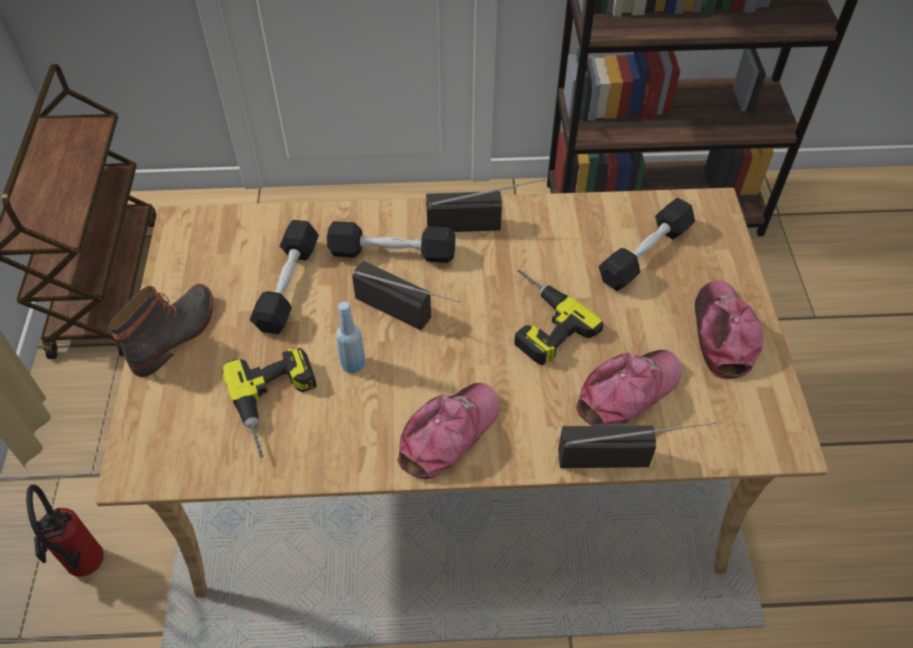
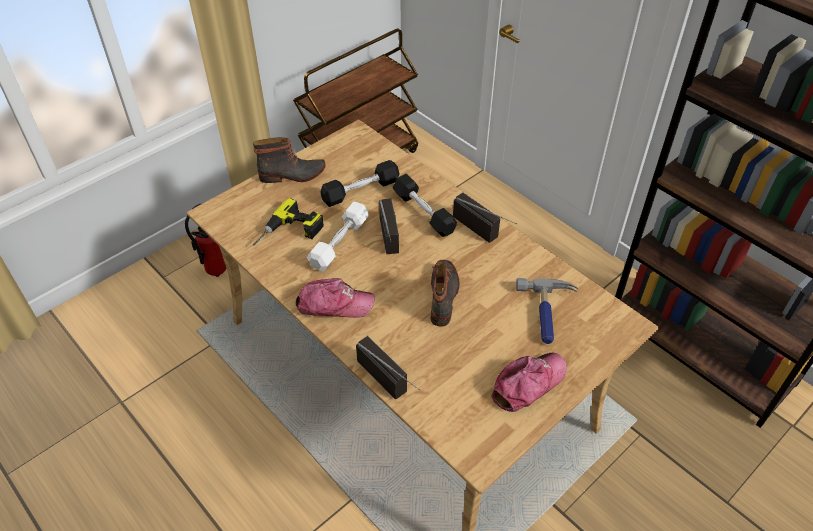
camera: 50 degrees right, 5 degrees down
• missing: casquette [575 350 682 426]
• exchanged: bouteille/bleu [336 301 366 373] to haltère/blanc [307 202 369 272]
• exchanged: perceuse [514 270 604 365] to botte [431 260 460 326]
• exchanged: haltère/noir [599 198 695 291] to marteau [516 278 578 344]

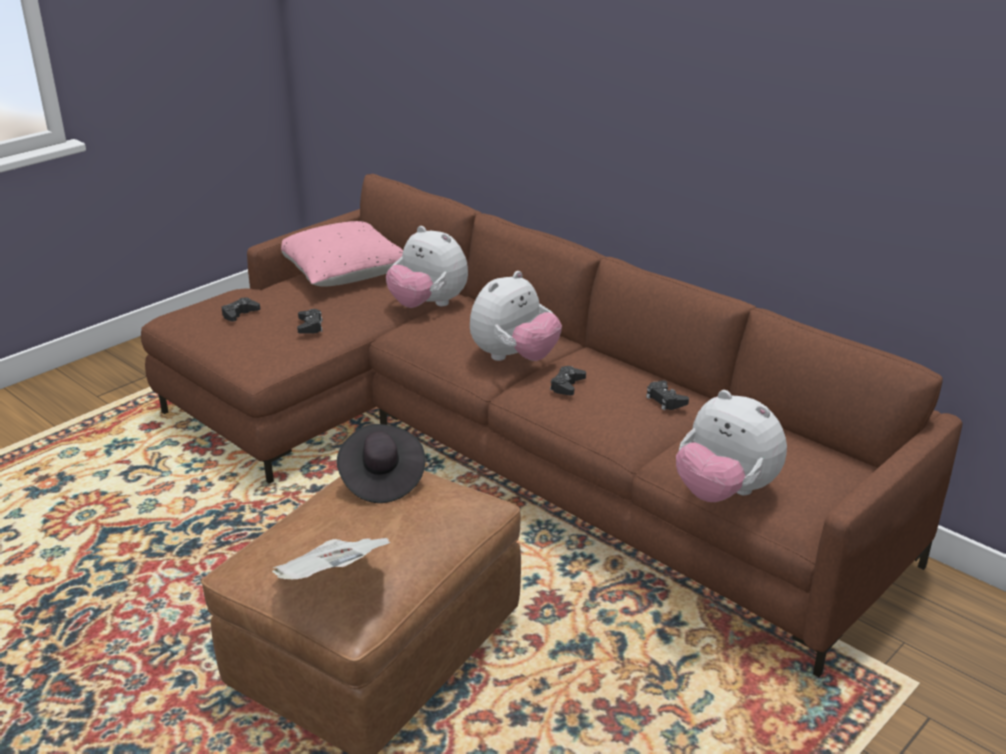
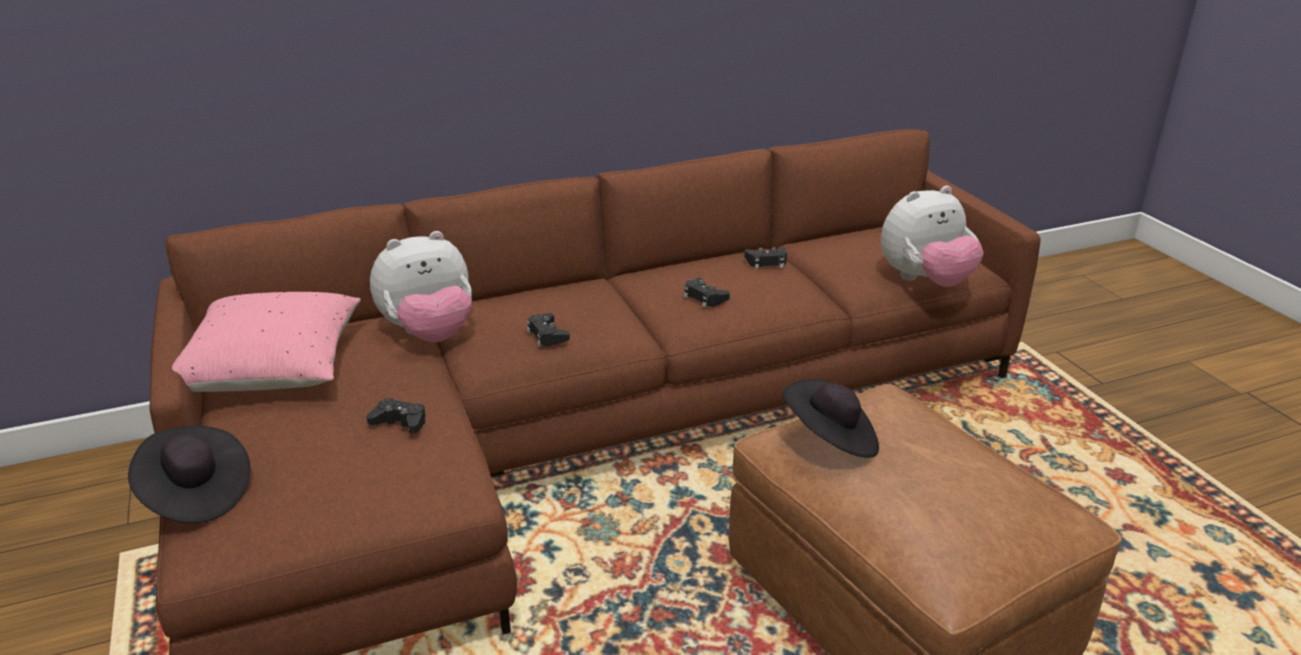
camera: 65 degrees left, 0 degrees up
• missing: journal [273 538 390 579]
• missing: peluche [470 271 562 361]
• appeared: chapeau/noir [128 426 251 523]
• relocated: manette/noir [221 297 260 322] to [527 313 570 346]

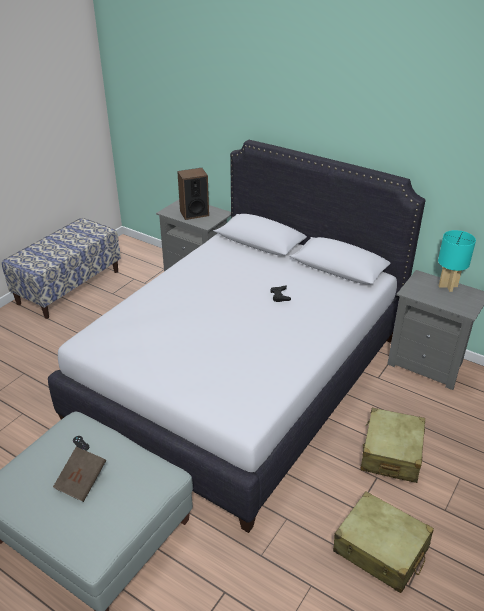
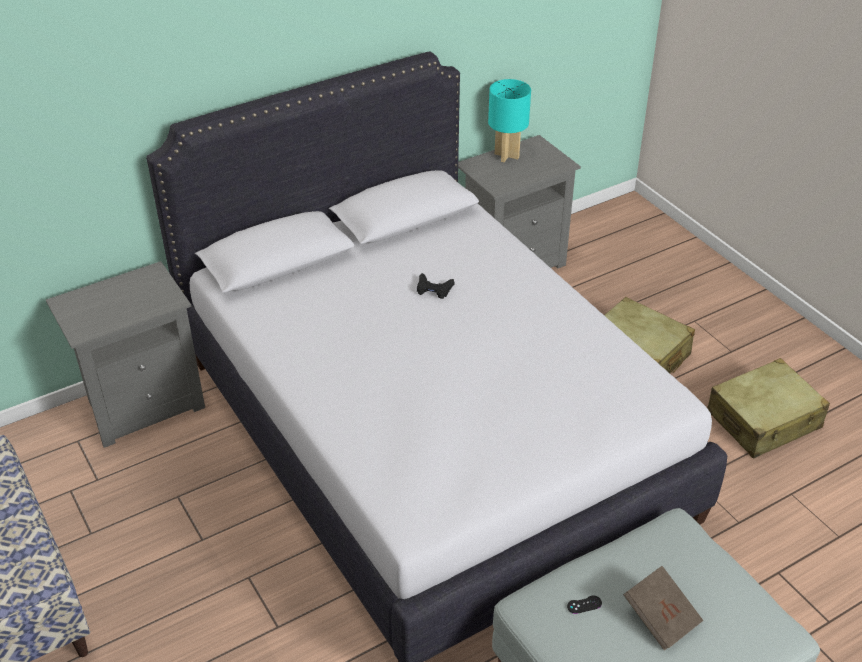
camera: 65 degrees left, 5 degrees up
• missing: enceinte [177 168 209 220]

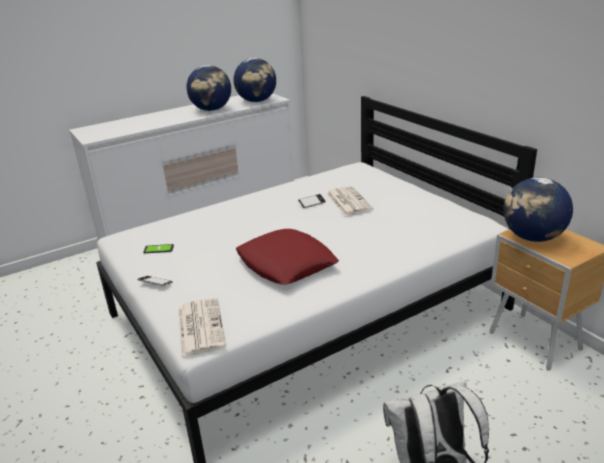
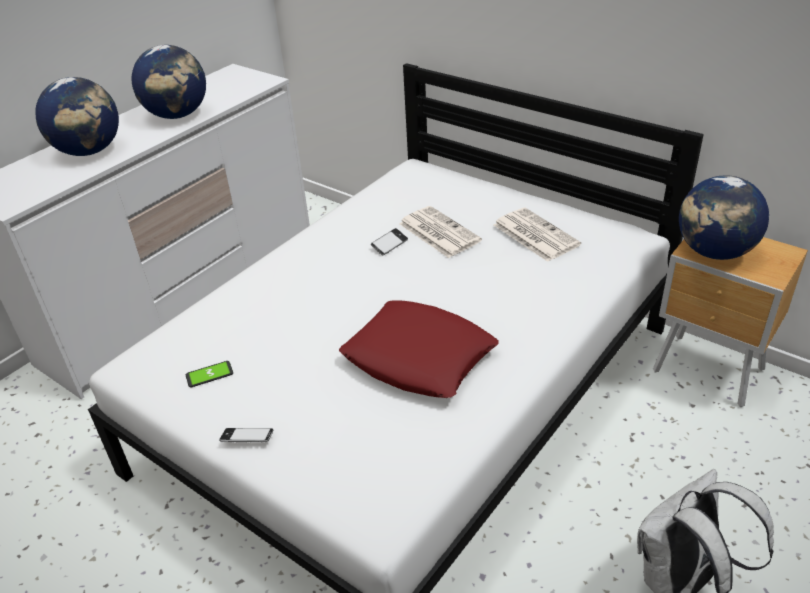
camera: 20 degrees left, 10 degrees up
• relocated: journal [178 298 226 356] to [494 208 581 262]
• relocated: globe [234 58 276 102] to [35 77 119 156]

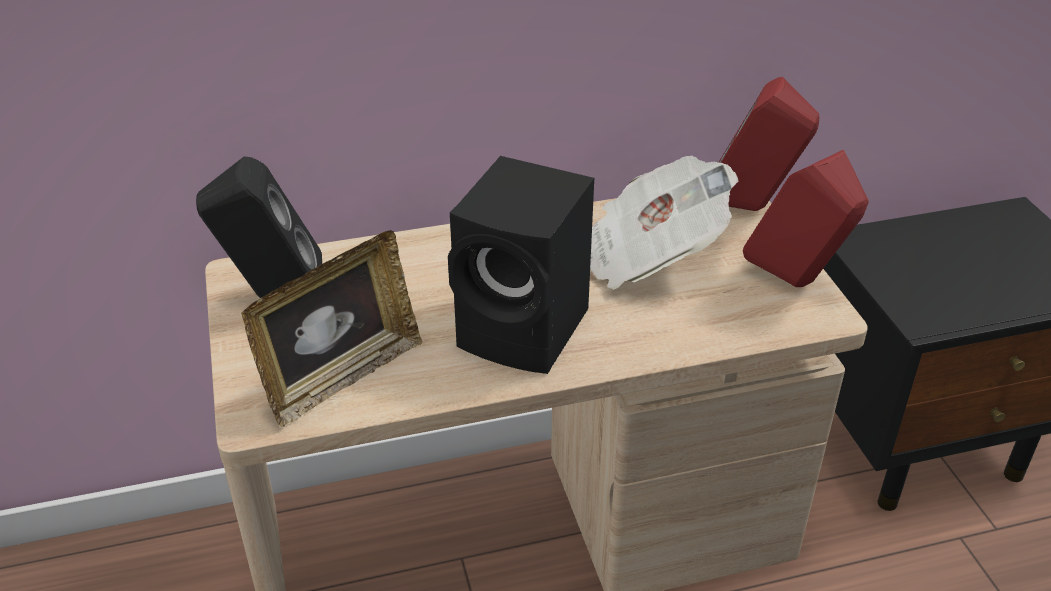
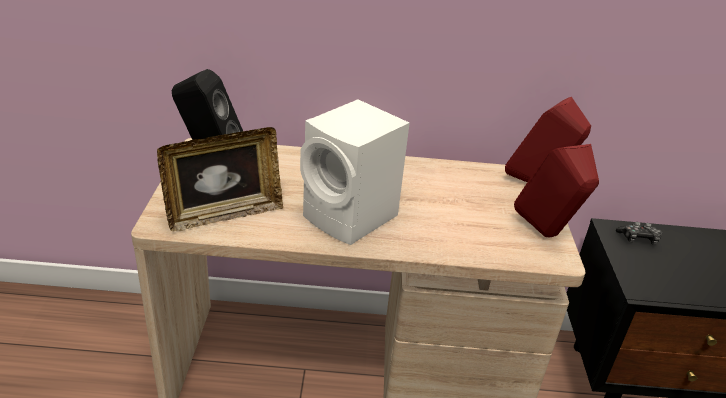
camera: 15 degrees right, 5 degrees down
• missing: journal [590 155 739 290]
• appeared: manette [616 222 662 245]
• colour: enceinte/noir [448 156 594 374] to enceinte/blanc [300 99 410 245]

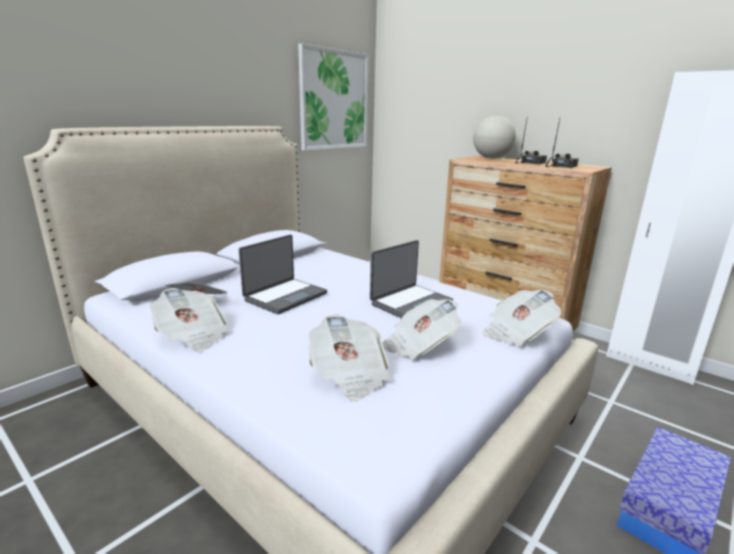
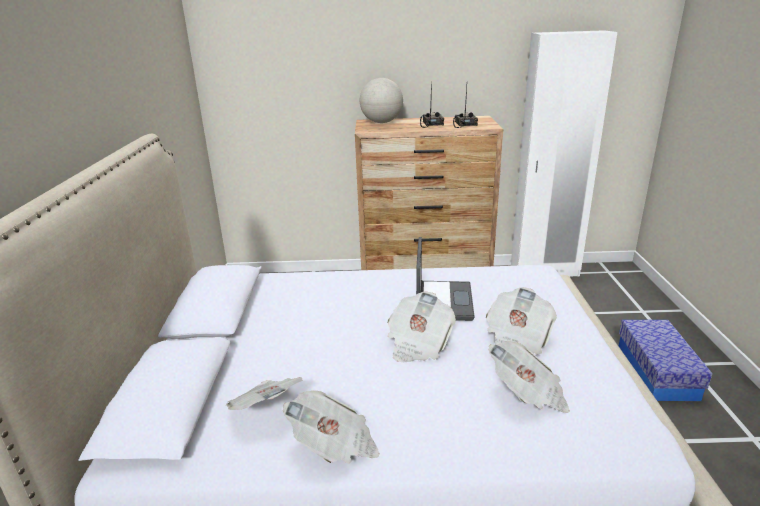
camera: 40 degrees left, 5 degrees up
• missing: ordinateur portable [239 235 327 314]
• missing: tableau [298 43 369 151]
• relocated: journal [482 290 561 346] to [387 291 456 362]

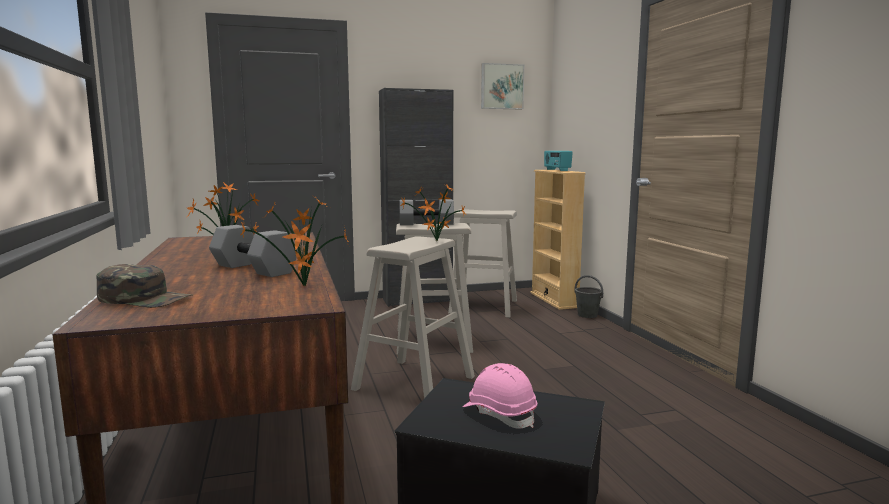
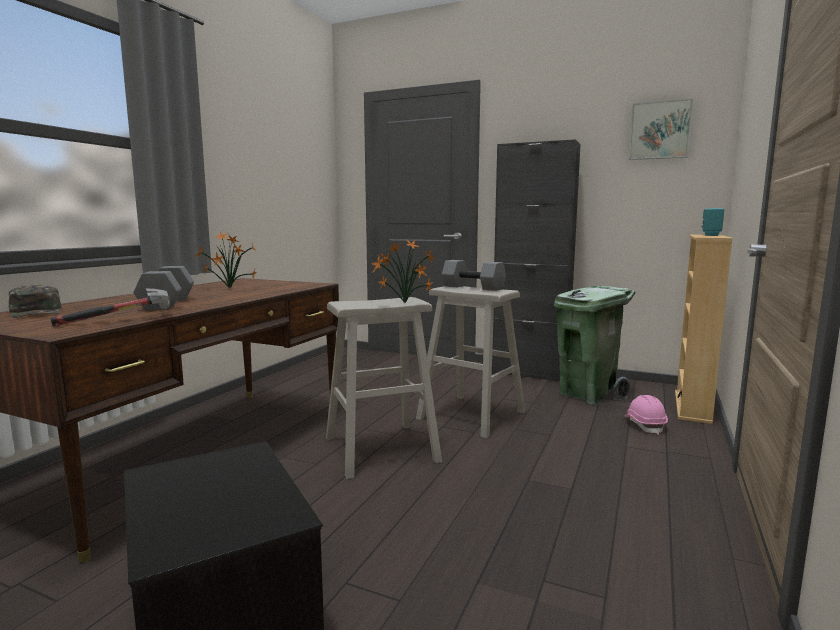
camera: 40 degrees right, 0 degrees up
• missing: seau/gris [574 275 603 318]
• relocated: casque de chantier/rose [462 363 537 428] to [625 395 668 435]
• exchanged: plante en pot [240 196 349 287] to marteau [50 288 170 326]
• exchanged: tabouret/beige [448 209 517 318] to poubelle/vert [554 286 635 405]

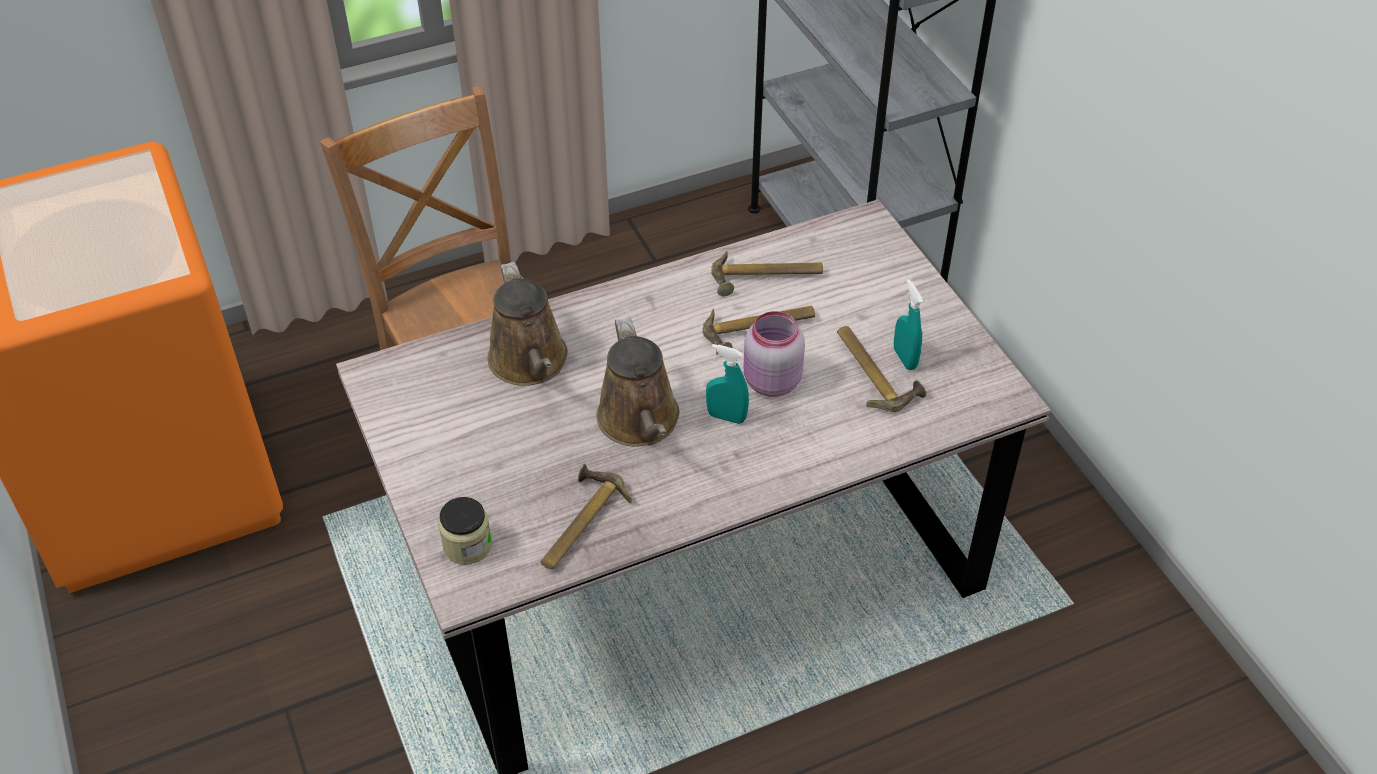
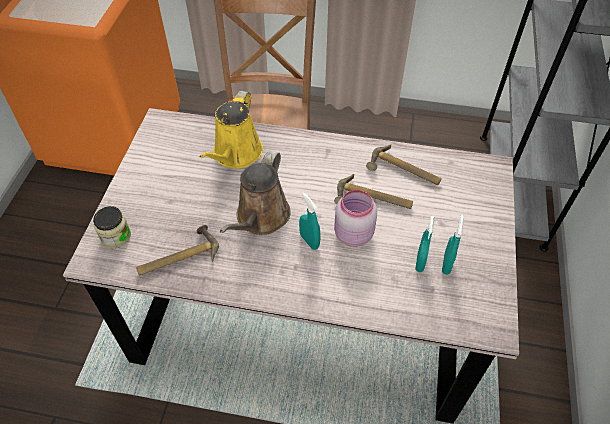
camera: 35 degrees right, 5 degrees up
• exchanged: marteau [837 326 926 412] to vaporisateur/turquoise [415 216 435 272]
• colour: arrosoir/marron [488 262 568 386] to arrosoir/jaune [199 91 263 169]

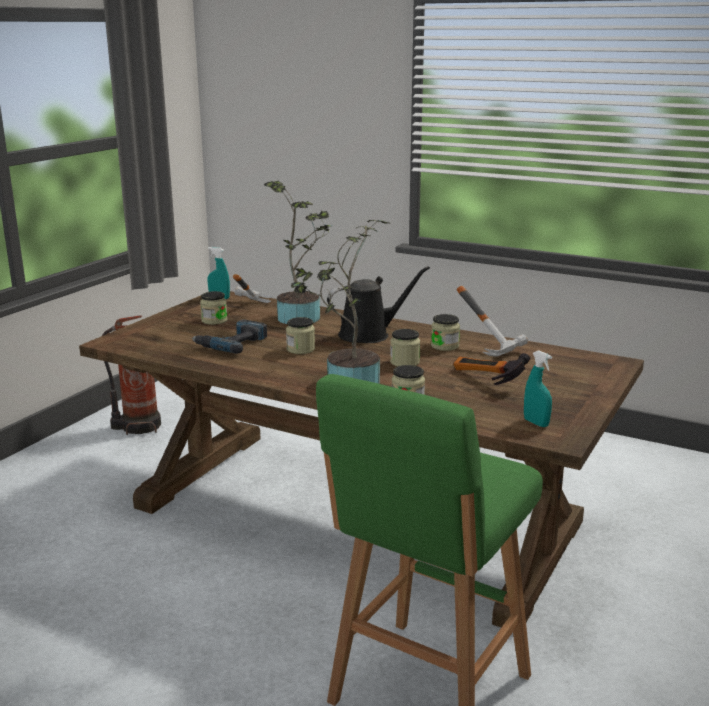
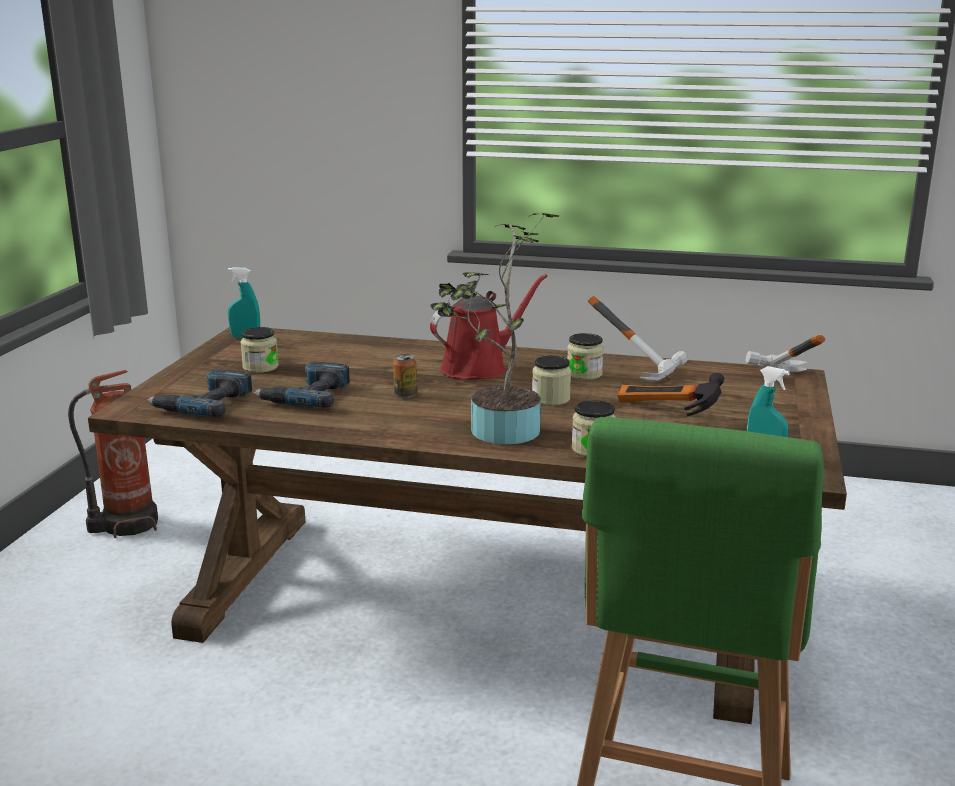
camera: 15 degrees left, 0 degrees up
• missing: plante en pot [264 181 331 324]
• appeared: perceuse [147 369 252 417]
• relocated: marteau [233 274 273 303] to [746 335 826 372]
• exchanged: bocal [286 317 315 354] to boîte métallique [393 354 417 398]
• colour: arrosoir/noir [327 266 430 343] to arrosoir/rouge [430 274 548 380]

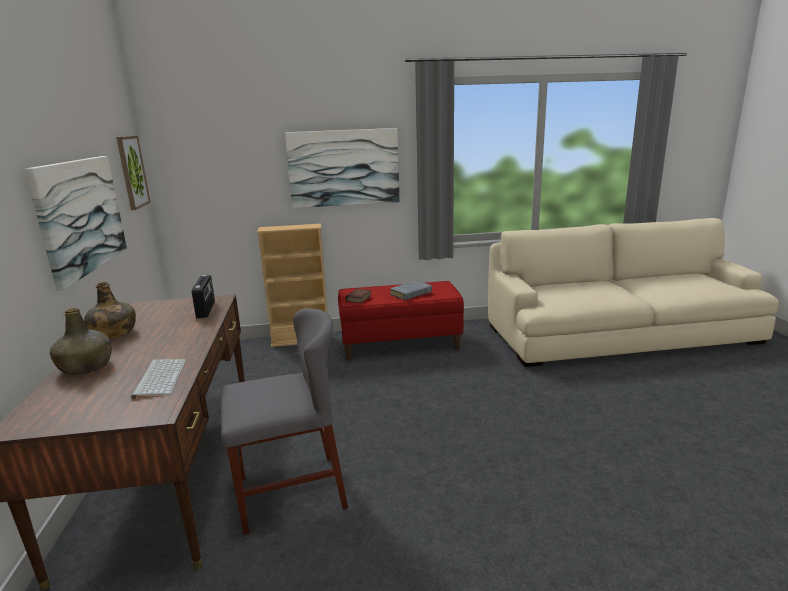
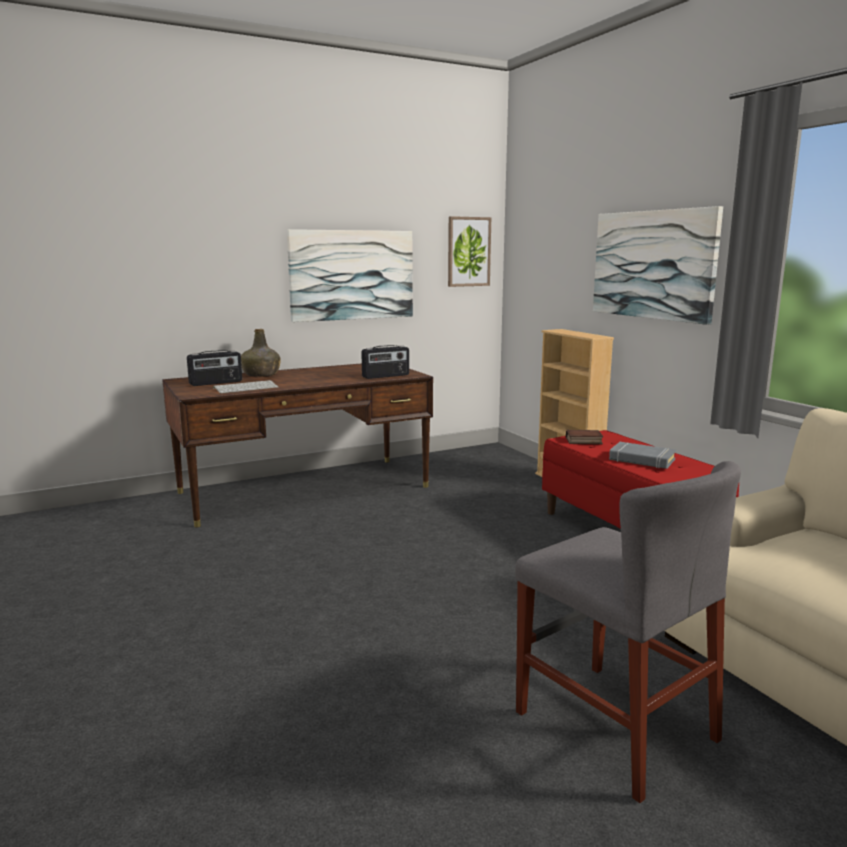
camera: 70 degrees right, 5 degrees down
• missing: bouteille/vert [84 282 136 339]
• appeared: radio [187 350 242 386]
• relocated: chaise/gris [221 308 348 534] to [515 461 741 803]

